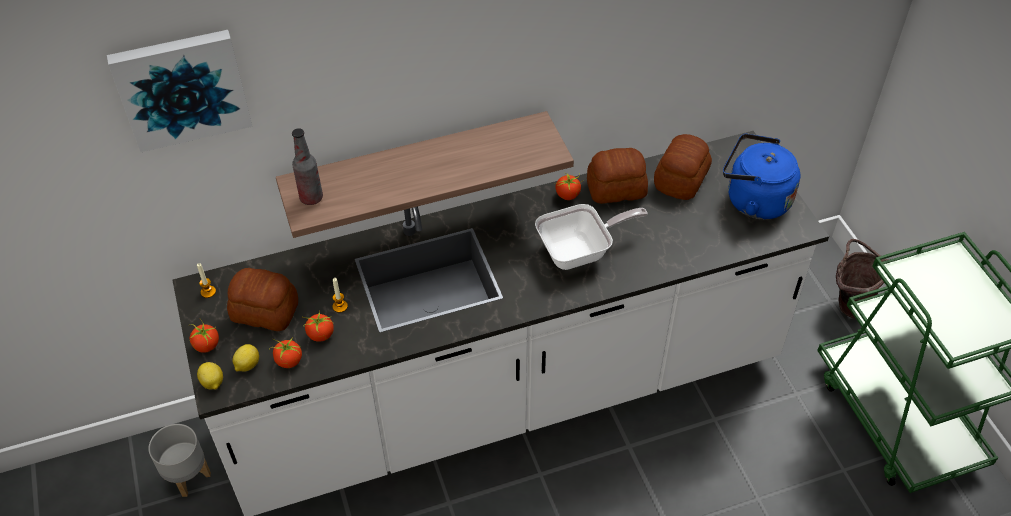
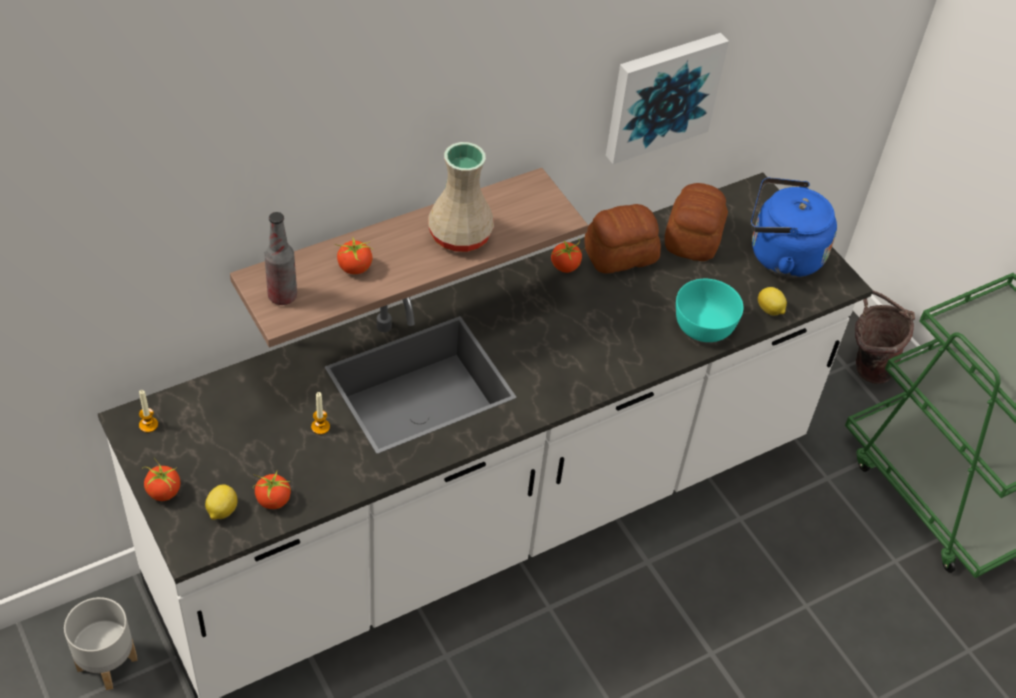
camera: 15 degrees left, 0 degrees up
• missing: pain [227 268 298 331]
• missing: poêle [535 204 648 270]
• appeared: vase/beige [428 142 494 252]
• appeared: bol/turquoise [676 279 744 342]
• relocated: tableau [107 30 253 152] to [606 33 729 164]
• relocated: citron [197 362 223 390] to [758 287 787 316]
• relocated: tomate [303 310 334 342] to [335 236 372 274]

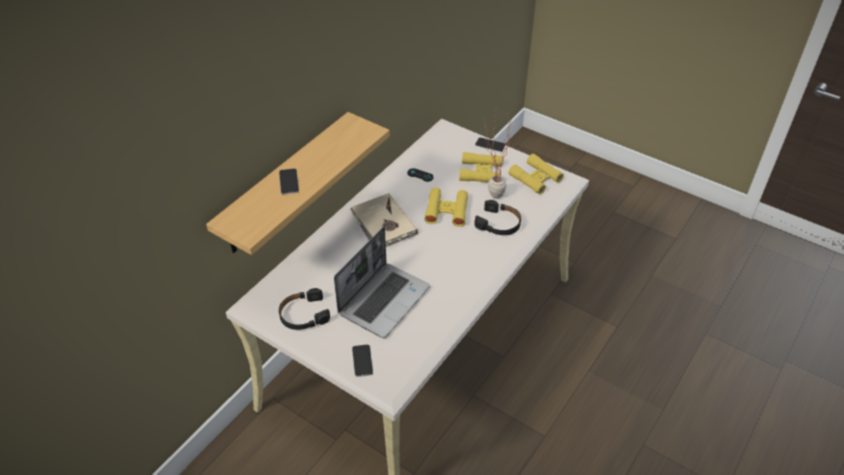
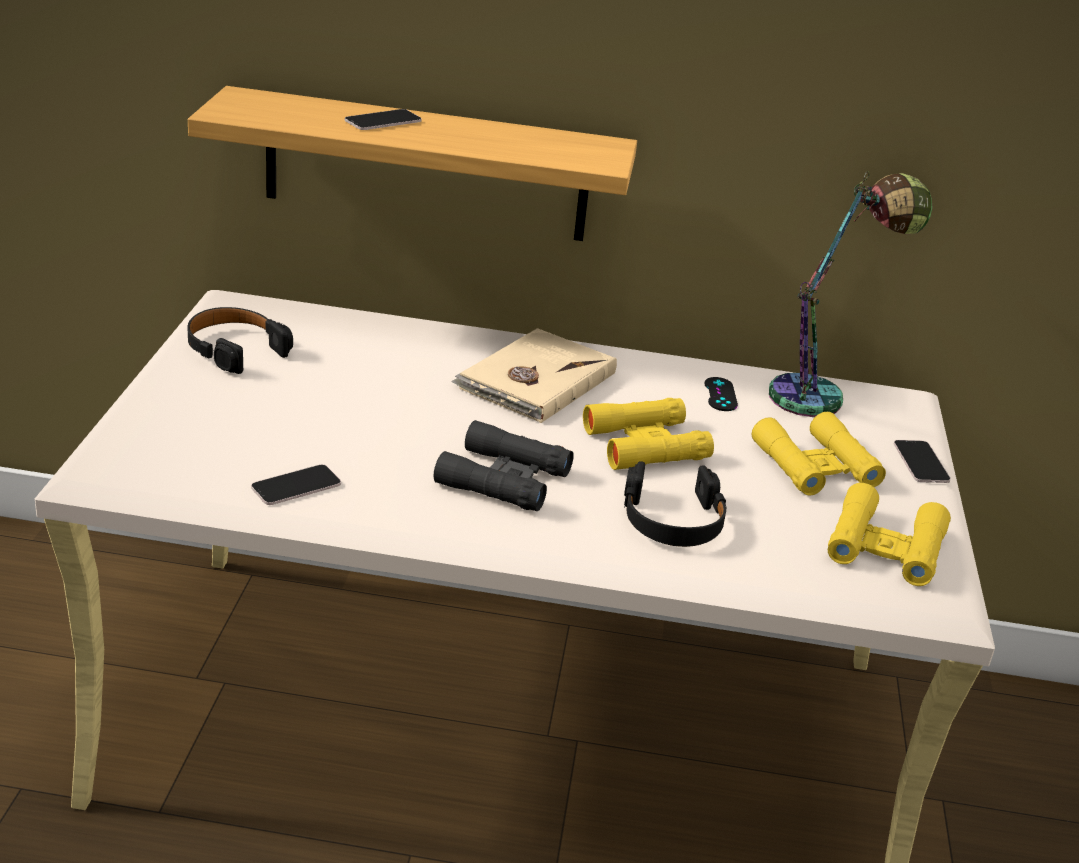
camera: 60 degrees right, 15 degrees down
• missing: ordinateur portable [334 227 430 338]
• missing: plante en pot [484 111 512 199]
• appeared: jumelles/noir [434 420 574 511]
• appeared: lampe de table [769 171 933 417]
• relocated: téléphone [352 344 373 377] to [251 465 341 505]

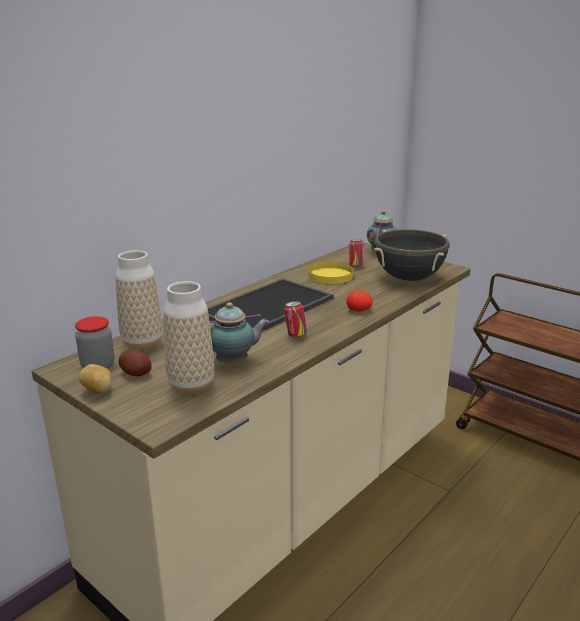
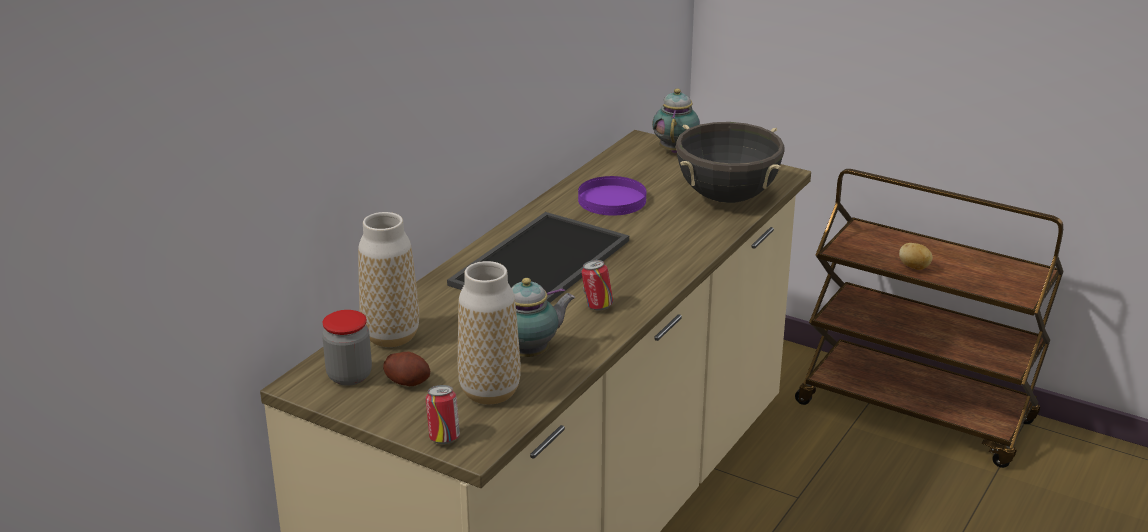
camera: 10 degrees left, 5 degrees up
• missing: tomate [346 289 372 312]
• relocated: pomme de terre [79 364 112 394] to [899 243 933 270]
• relocated: boîte métallique [349 240 364 267] to [426 385 460 444]
• colour: assiette/jaune [308 261 354 284] to assiette/violet [578 176 646 216]

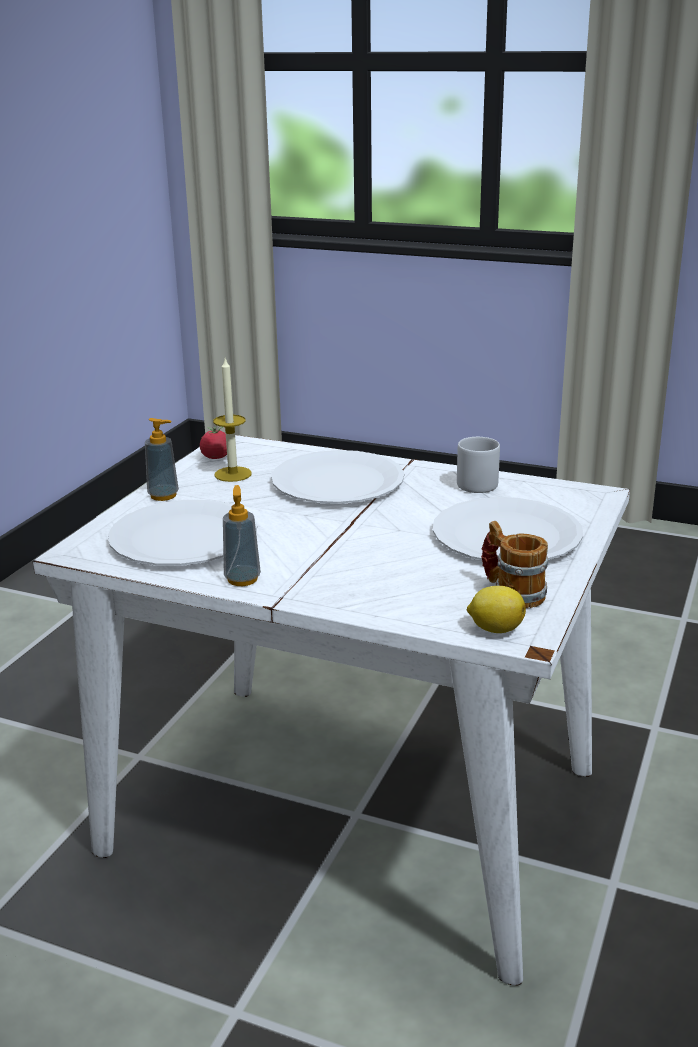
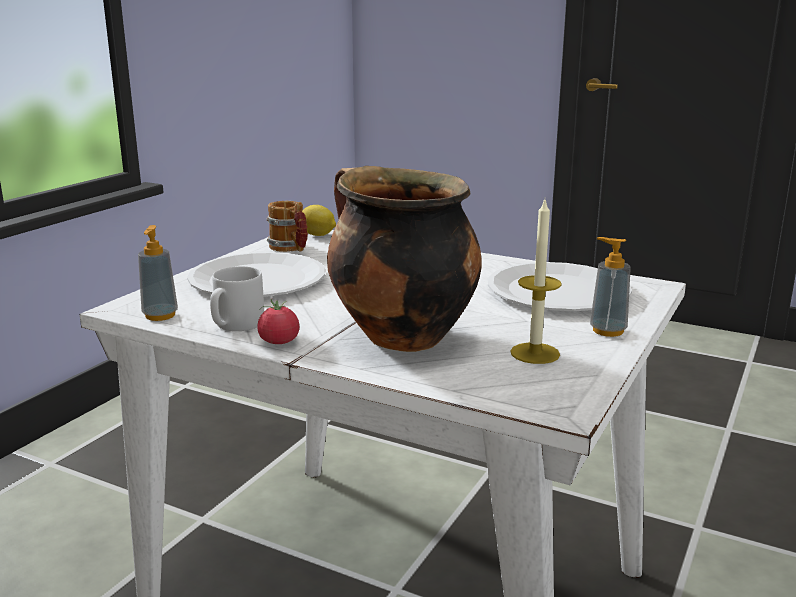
camera: 175 degrees left, 5 degrees down
• relocated: tomate [200 427 227 459] to [258 299 299 344]
• relocated: distributeur de savon [223 485 261 586] to [138 225 178 321]
• exchanged: assiette/blanc [271 450 404 504] to marmite [327 166 482 352]

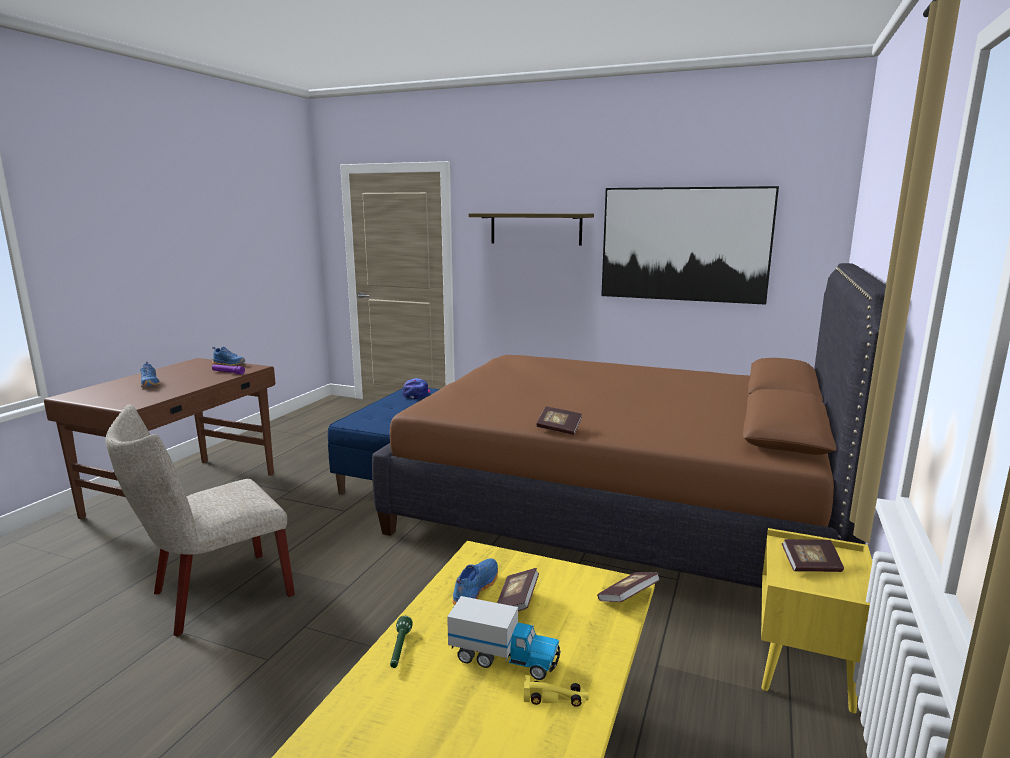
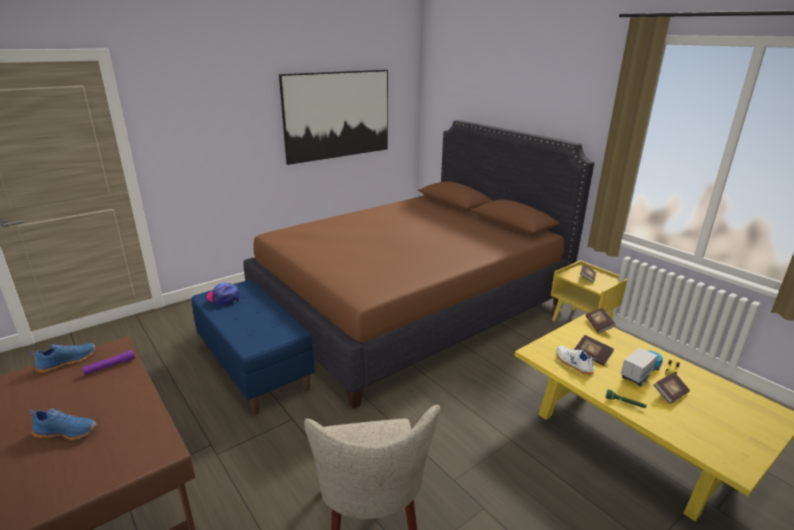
camera: 60 degrees left, 10 degrees up
• missing: étagère [469 213 594 246]
• relocated: livre [536 407 582 435] to [654 372 690 404]
• colour: chaussure/bleu [452 558 498 605] to chaussure/blanc [556 346 596 375]

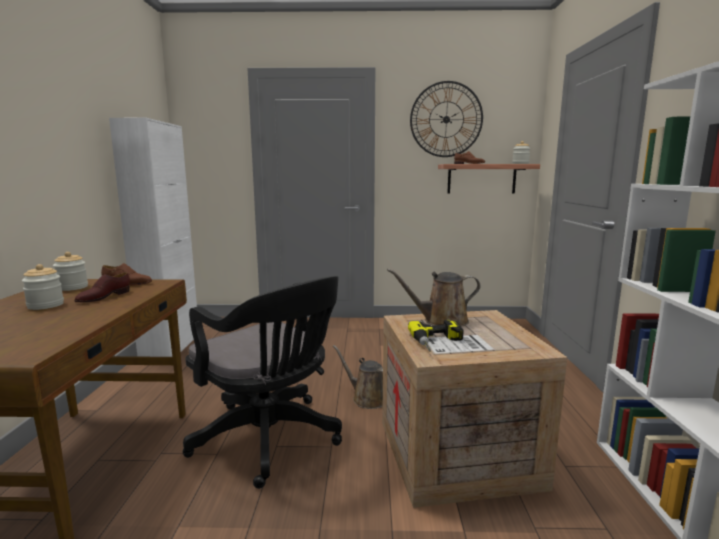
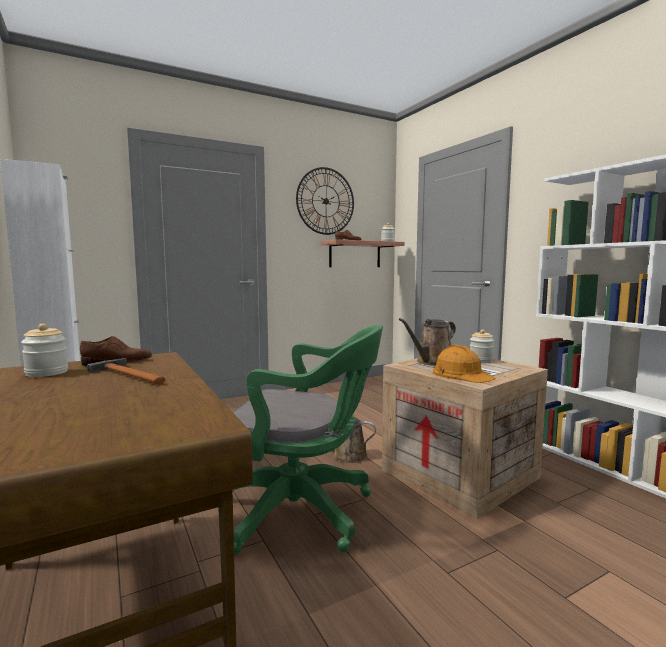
camera: 30 degrees left, 5 degrees down
• relocated: bocal [22 264 64 310] to [470 329 494 362]
• exchanged: chaussure/marron [74 272 130 302] to marteau [87 358 165 384]
• exchanged: perceuse [408 320 464 352] to casque de chantier/orange [433 345 496 383]
• colour: chaise de bureau/noir [183 276 342 489] to chaise de bureau/vert [232 325 383 554]

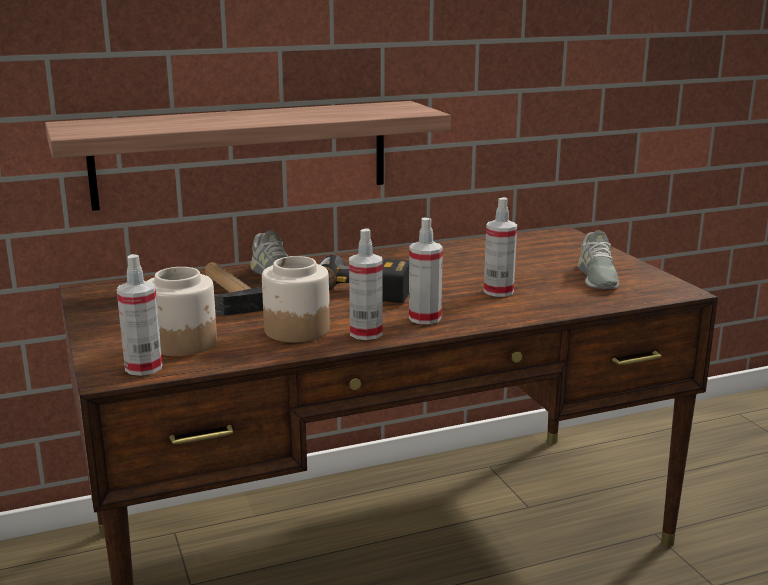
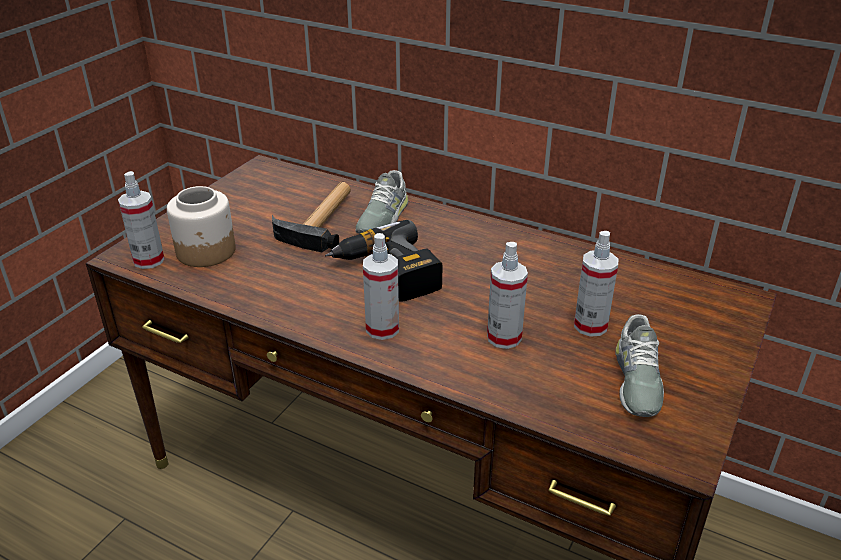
camera: 50 degrees right, 15 degrees up
• missing: étagère [45 101 451 211]
• missing: bocal [262 256 330 342]
• relocated: vaporisateur [349 228 382 340] to [574 231 618 337]
• spun: chaussure/gris [578 230 619 289] = [616 314 664 417] 45 degrees counterclockwise

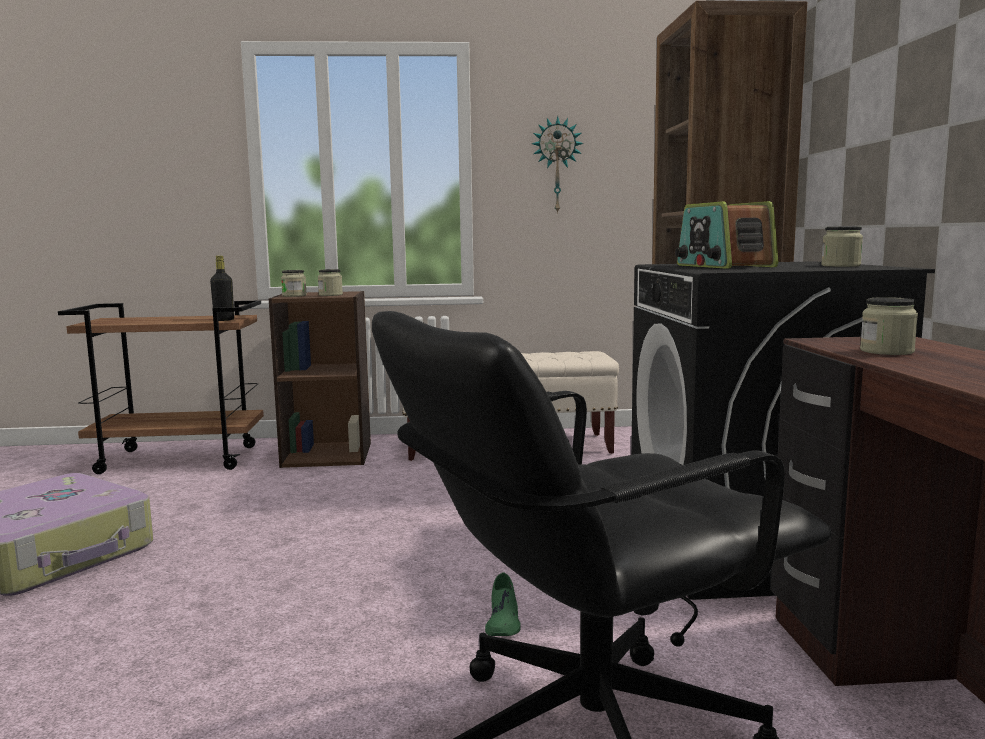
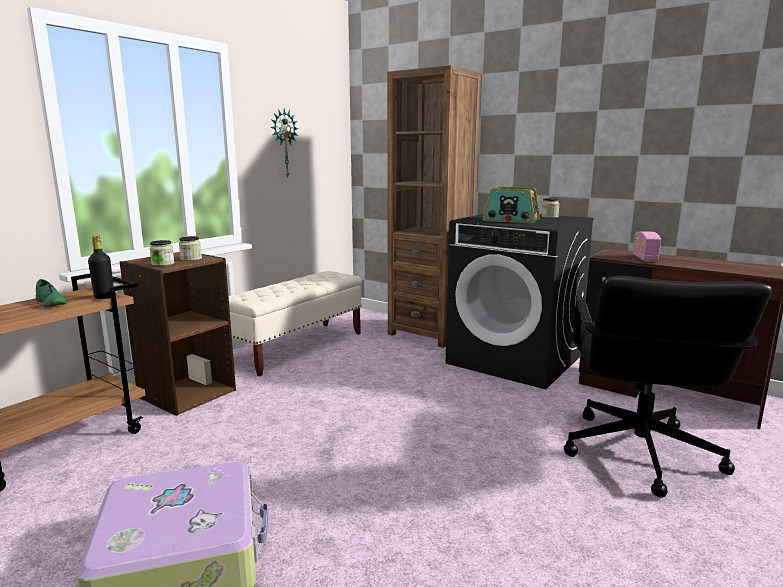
camera: 50 degrees left, 5 degrees up
• relocated: chaussure/vert [485 572 521 636] to [36 279 67 307]
• exchanged: bocal [860 297 918 355] to radio [633 231 661 262]

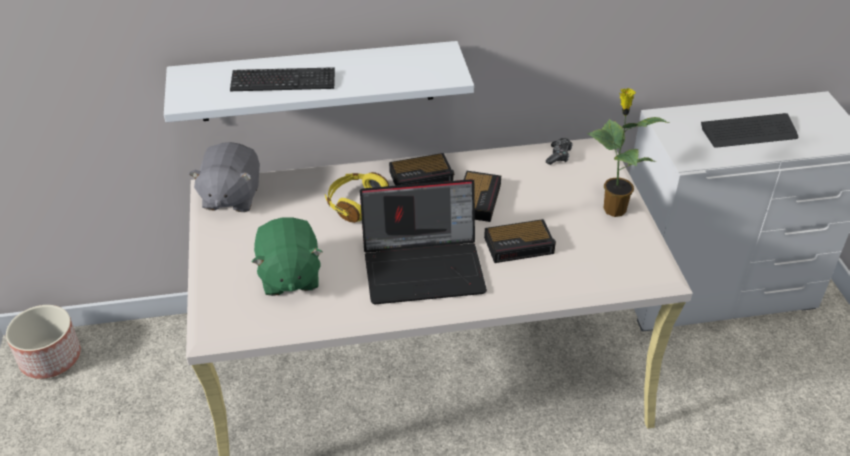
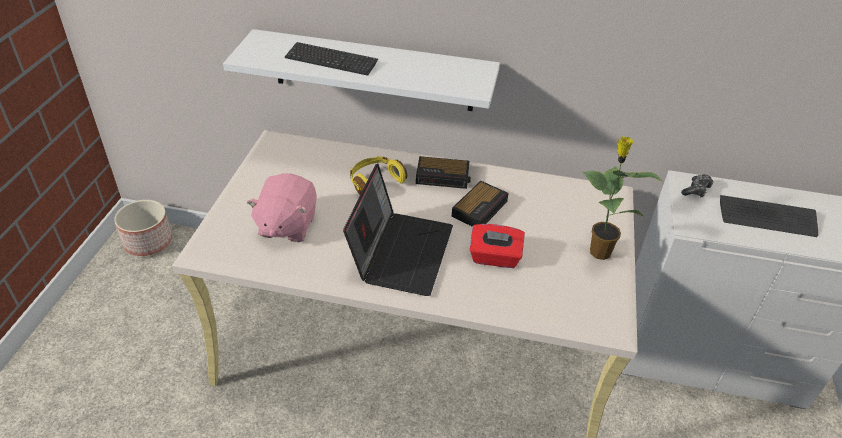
camera: 20 degrees right, 0 degrees up
• missing: peluche/gris [189 142 260 212]
• relocated: manette [546 138 573 165] to [681 175 714 197]
• exchanged: réveil [484 219 556 263] to boîte à mouchoirs/rouge [470 224 525 268]
• colour: peluche/vert [252 217 323 296] to peluche/rose [247 174 317 242]
• spun: ordinateur portable [360 179 487 304] = [343 163 453 296] 90 degrees counterclockwise

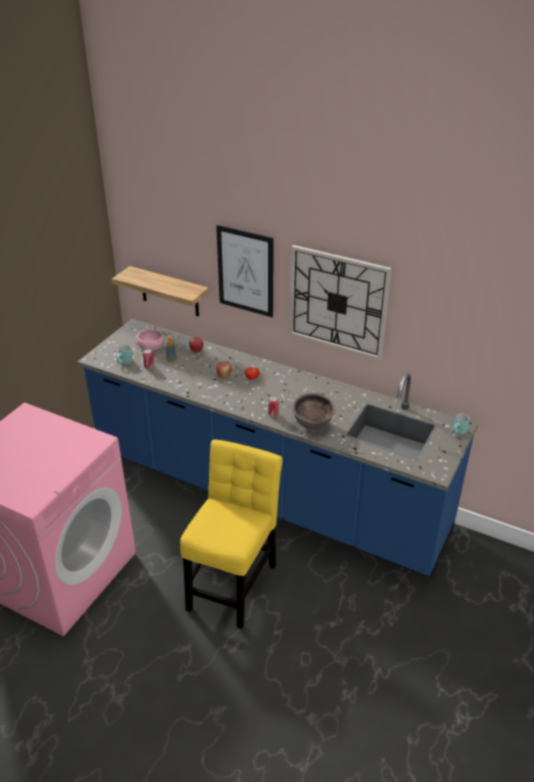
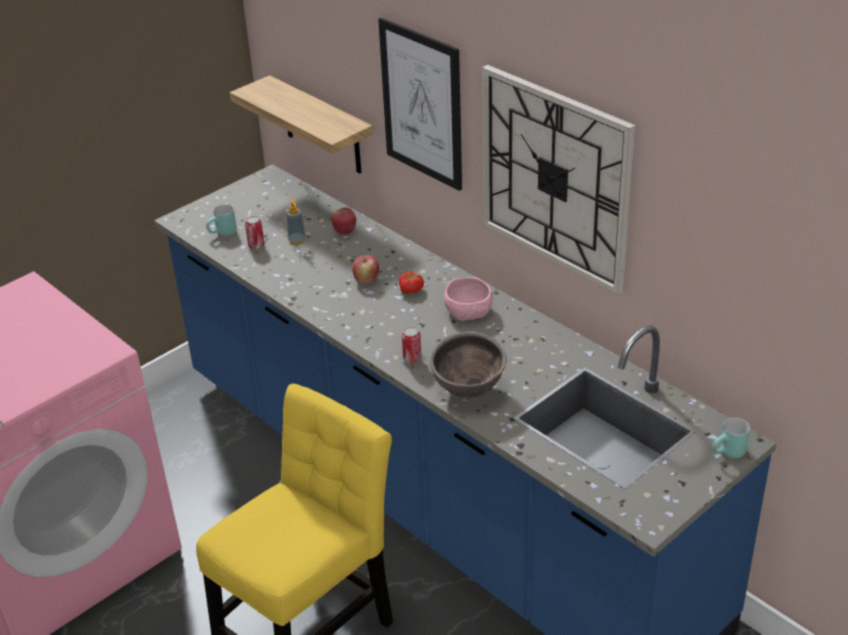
camera: 20 degrees right, 0 degrees up
• relocated: bol/rose [137 329 163 351] to [443 277 493 321]

